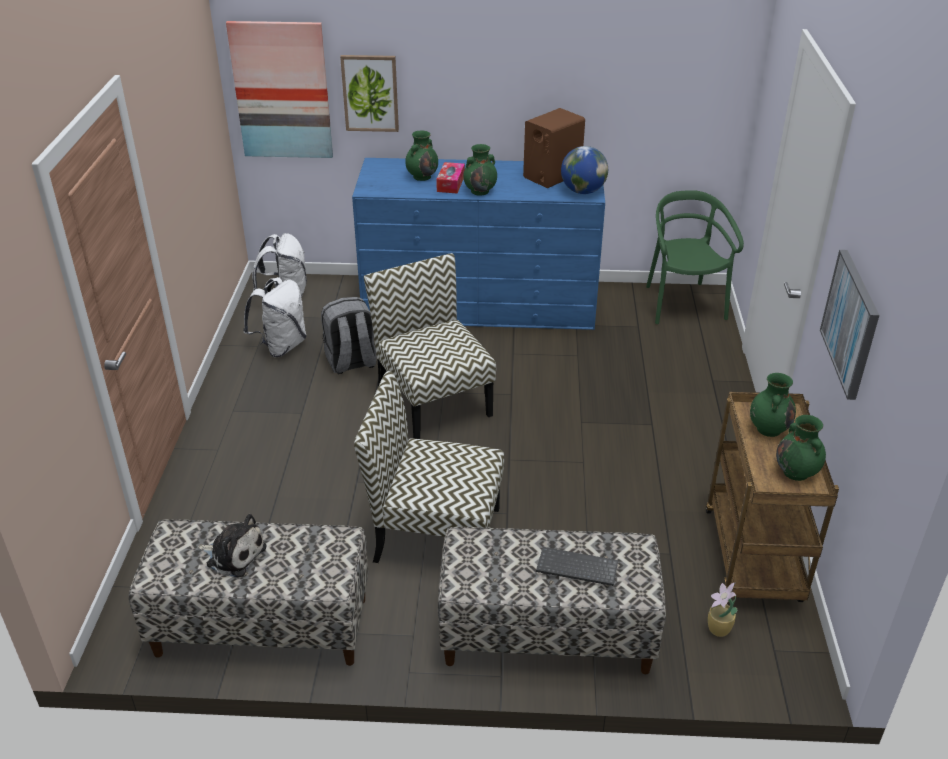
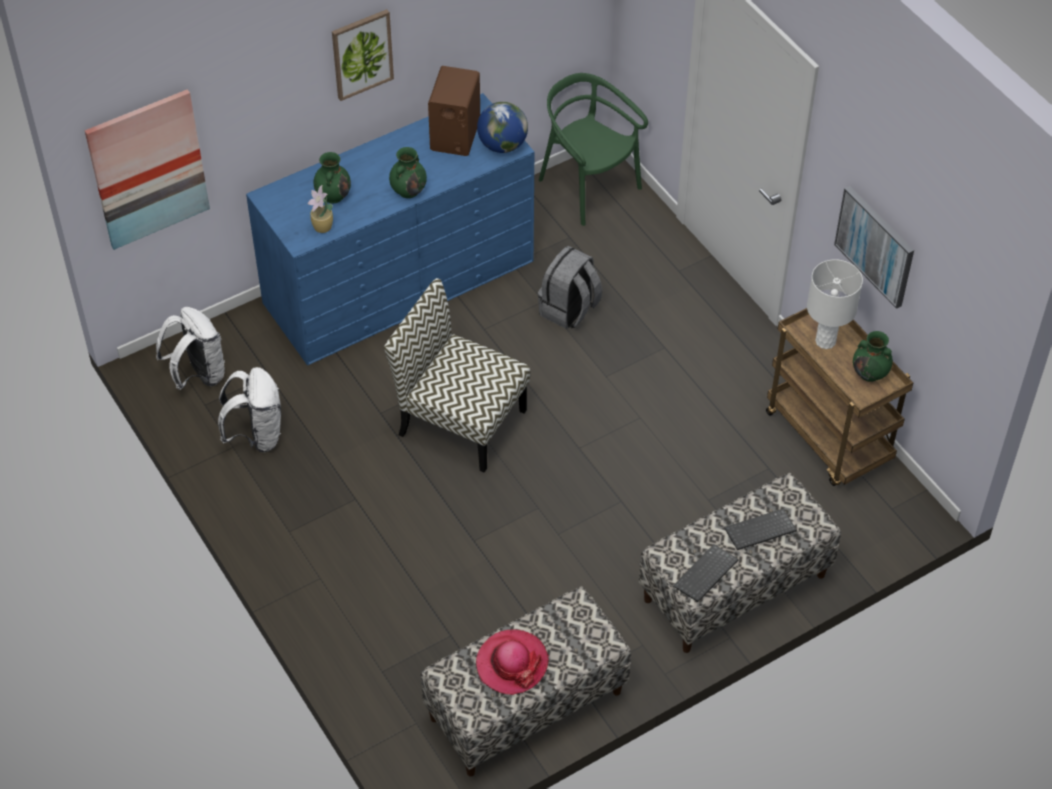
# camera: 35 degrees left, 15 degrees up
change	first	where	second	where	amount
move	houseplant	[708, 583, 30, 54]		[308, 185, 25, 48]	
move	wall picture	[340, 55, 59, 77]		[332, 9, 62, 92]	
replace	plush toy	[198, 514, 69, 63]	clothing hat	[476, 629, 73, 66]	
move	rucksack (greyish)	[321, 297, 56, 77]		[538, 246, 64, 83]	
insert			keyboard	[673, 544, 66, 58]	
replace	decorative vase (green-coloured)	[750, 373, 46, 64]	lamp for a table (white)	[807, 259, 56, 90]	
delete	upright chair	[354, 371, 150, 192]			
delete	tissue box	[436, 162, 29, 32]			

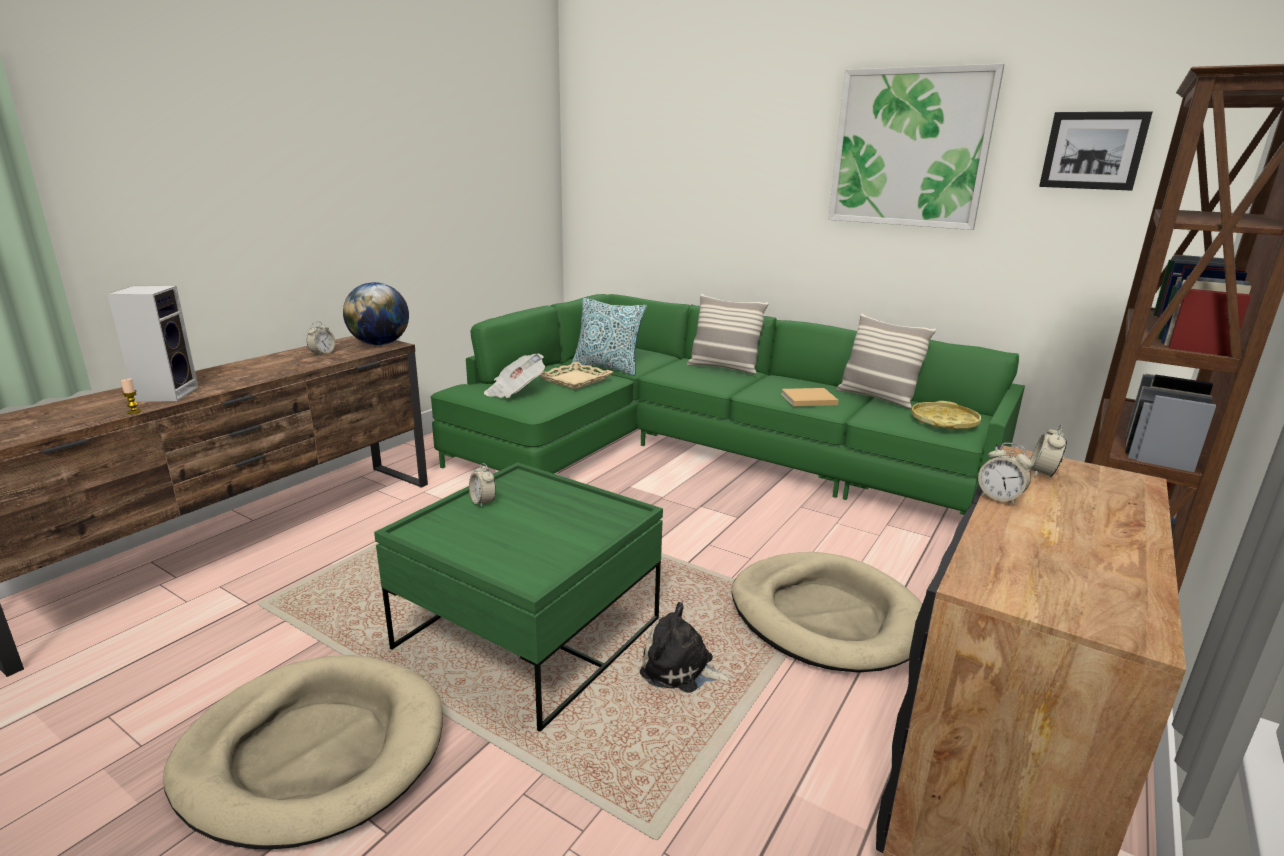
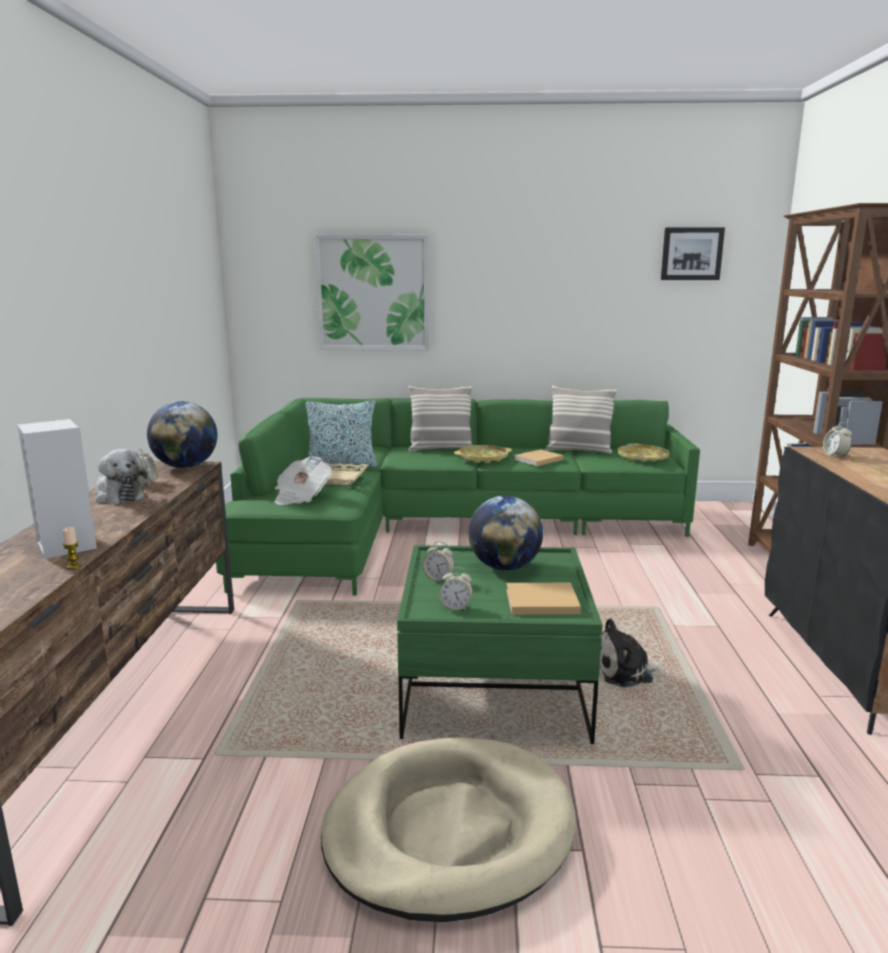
# camera: 30 degrees left, 5 degrees down
change	first	where	second	where	amount
insert			plush toy	[95, 449, 52, 55]	
move	wall picture	[828, 63, 177, 167]		[314, 234, 115, 116]	
move	bedside clock	[978, 443, 55, 62]		[439, 567, 34, 43]	
insert			serving tray (yellow)	[454, 445, 58, 18]	
insert			globe	[468, 496, 75, 75]	
insert			book (beige)	[506, 583, 75, 32]	
delete	dog cushion (beige)	[732, 552, 191, 120]			

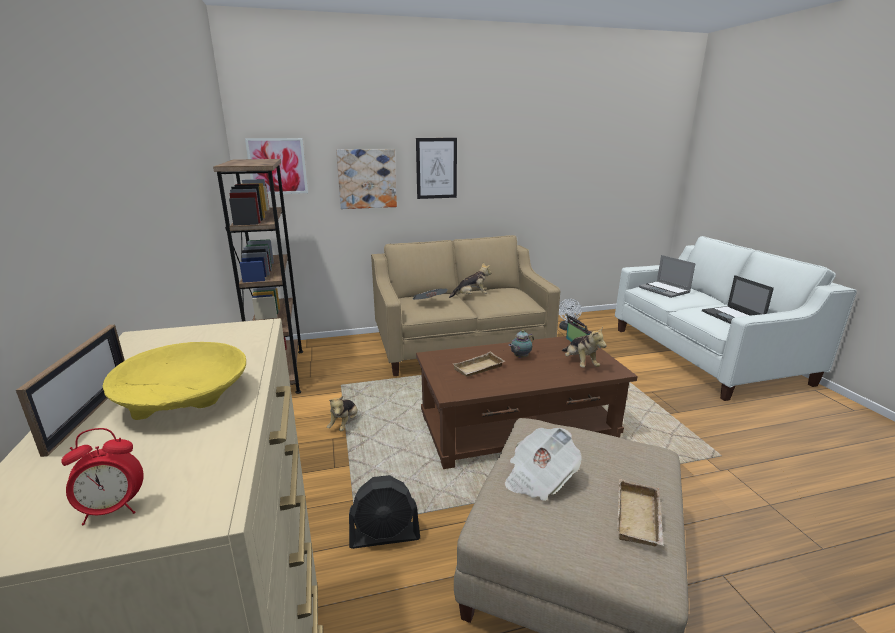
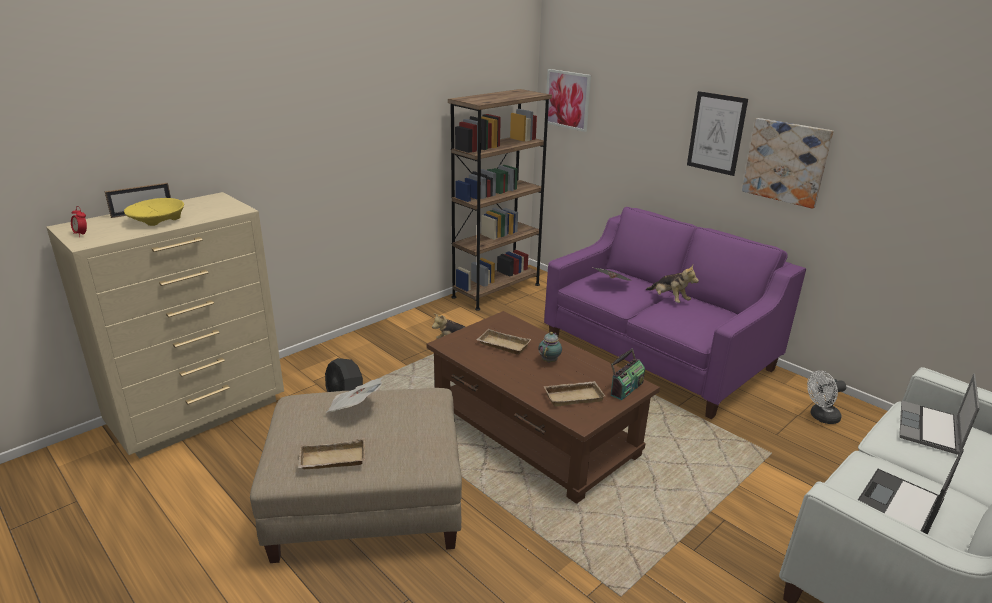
# camera: 60 degrees right, 5 degrees up
change	first	where	second	where	amount
rotate	pot for tea	[509, 330, 25, 28]		[538, 332, 24, 31]	90 degrees clockwise
replace	plush toy	[562, 327, 45, 41]	serving tray (beige)	[543, 381, 62, 26]	
recolor	couch (beige)	[371, 235, 189, 141]	couch (purple-coloured)	[544, 207, 262, 212]	
move	wall picture	[336, 149, 61, 60]		[742, 118, 92, 91]	

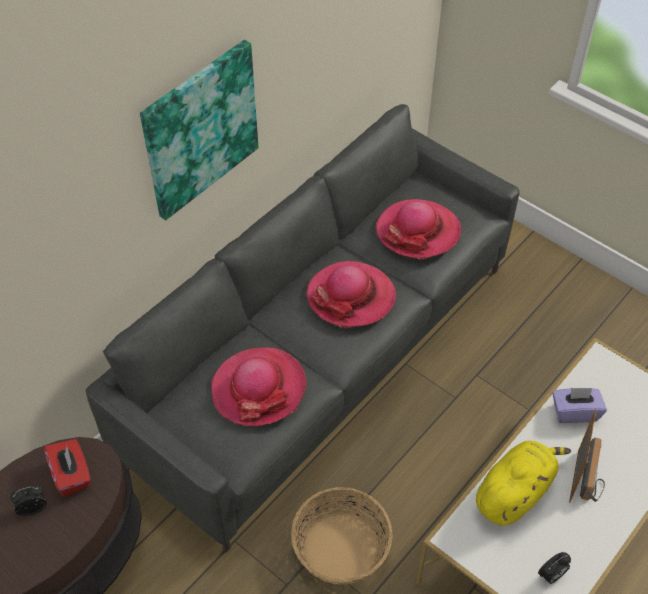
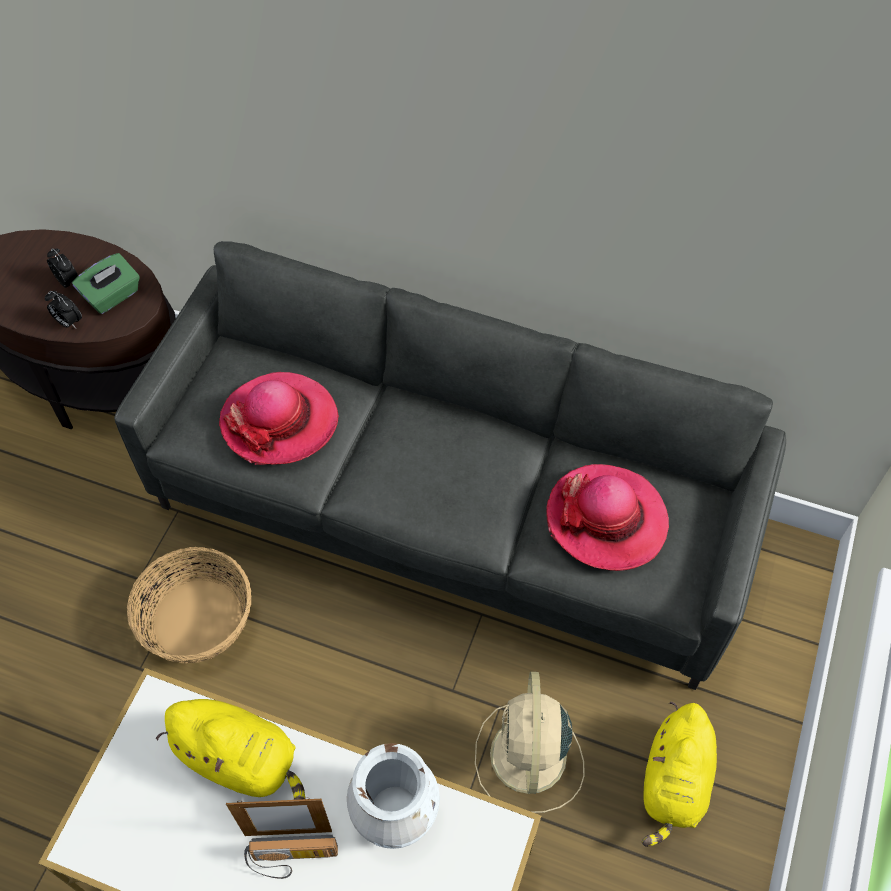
# camera: 70 degrees right, 5 degrees up
change	first	where	second	where	amount
move	bedside clock	[538, 552, 33, 32]		[45, 291, 37, 38]	
recolor	tissue box (red-coloured)	[44, 439, 47, 57]	tissue box (green-coloured)	[72, 253, 68, 61]	
replace	tissue box (purple-coloured)	[552, 388, 55, 35]	decorative vase (white)	[347, 743, 93, 106]	
insert			fan (beige)	[475, 672, 110, 141]	
insert			plush toy (yellow)	[642, 702, 75, 145]	
delete	wall picture	[140, 40, 119, 181]			
delete	clothing hat	[306, 261, 90, 67]			

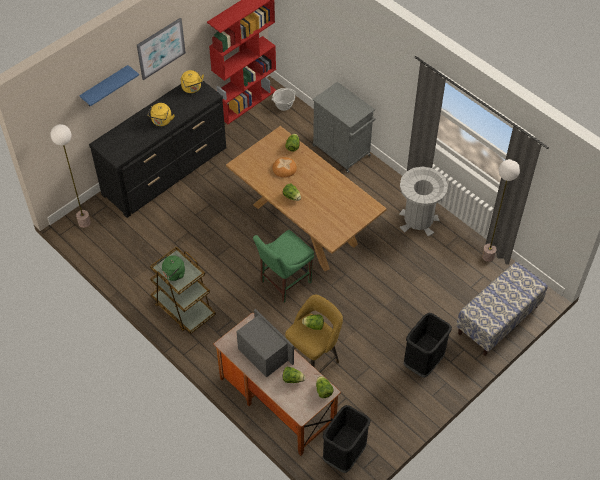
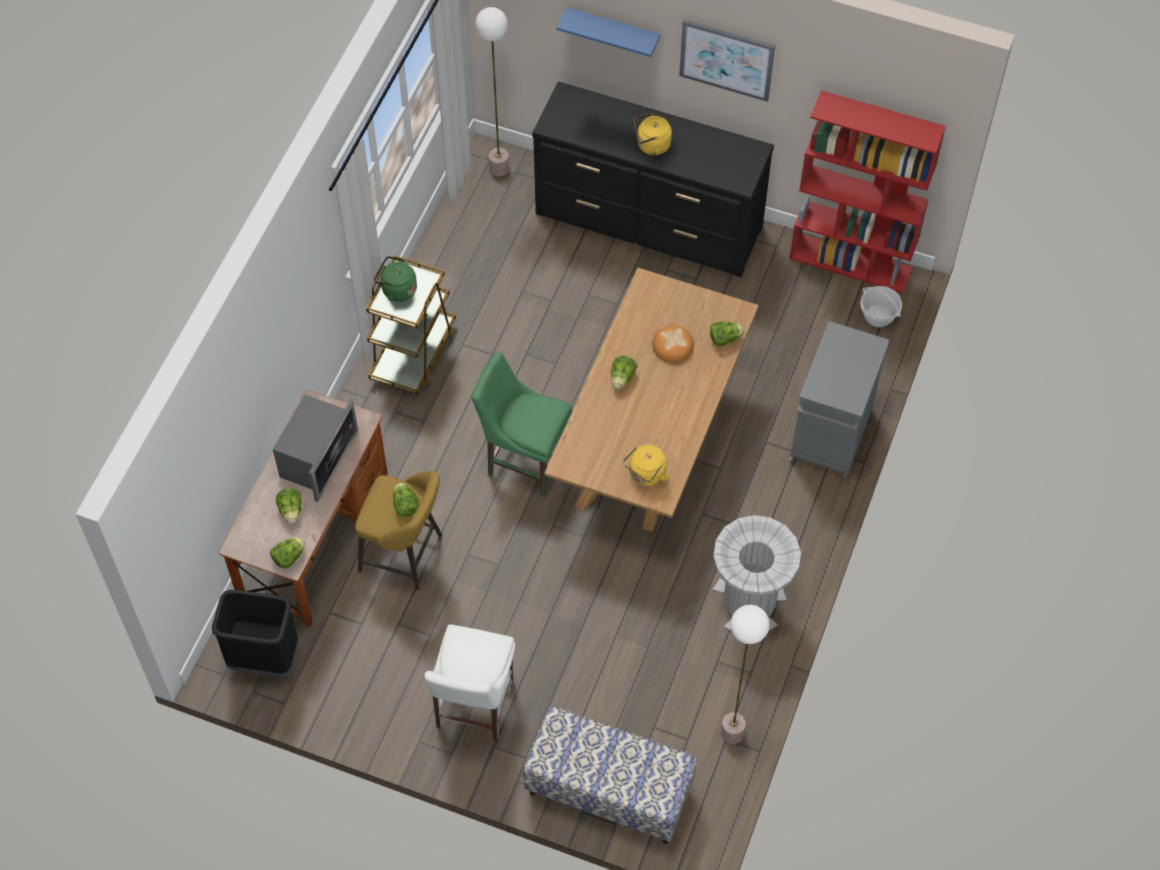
# camera: 65 degrees right, 5 degrees up
change	first	where	second	where	amount
replace	rubbish bin (black)	[404, 313, 48, 65]	upright chair (white)	[424, 624, 91, 117]	
move	kettle (yellow)	[181, 70, 23, 23]		[623, 444, 47, 42]	

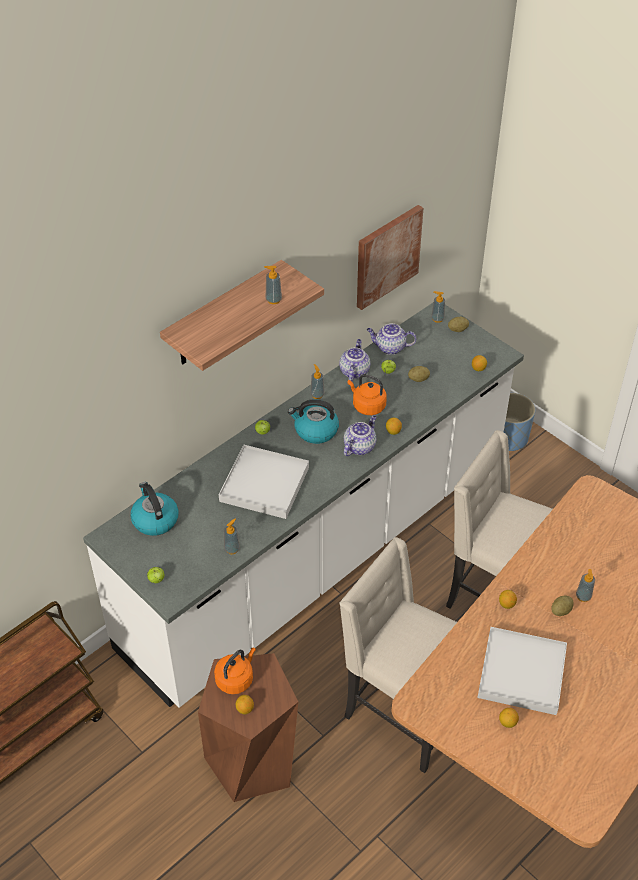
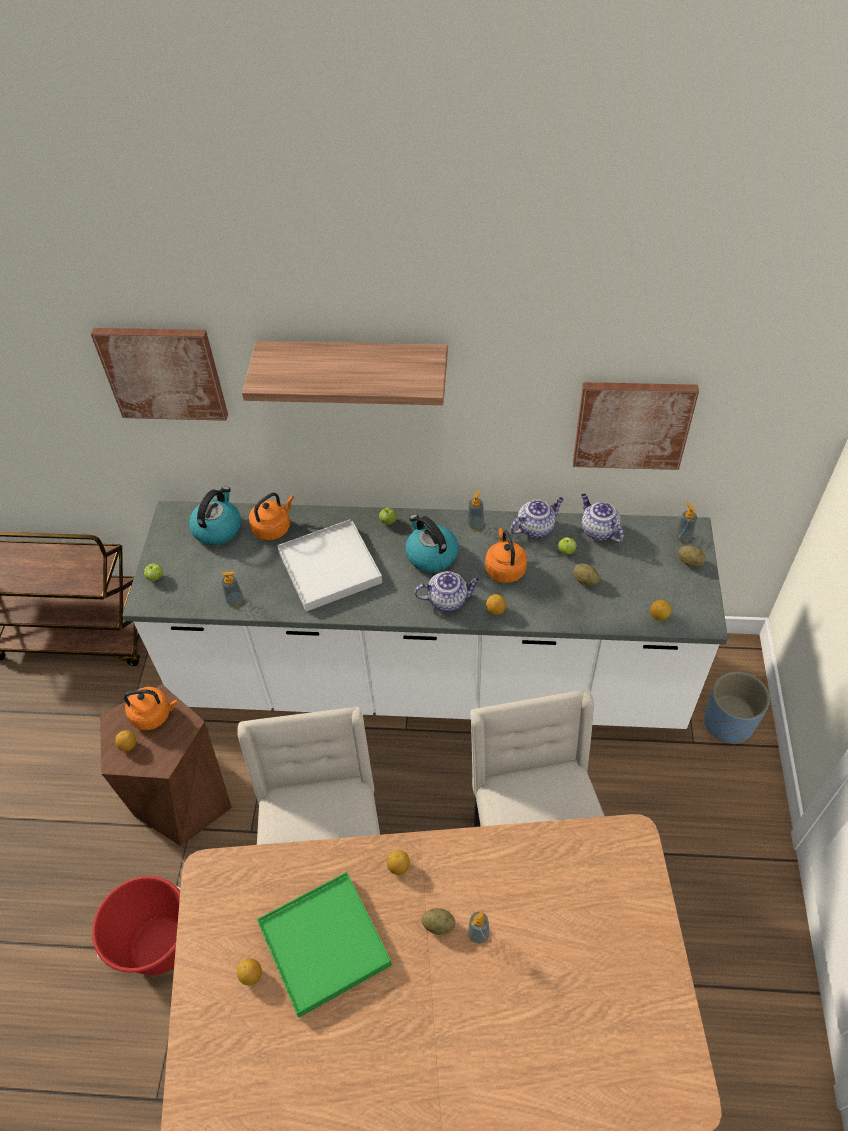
# camera: 50 degrees right, 5 degrees up
change	first	where	second	where	amount
insert			wall picture	[91, 328, 137, 93]	
insert			water bucket (red-coloured)	[92, 876, 89, 99]	
insert			kettle (orange-coloured)	[249, 493, 45, 47]	
recolor	serving tray (white)	[477, 627, 90, 88]	serving tray (green-coloured)	[257, 872, 135, 145]	
delete	liquid soap bottle	[264, 266, 18, 38]			

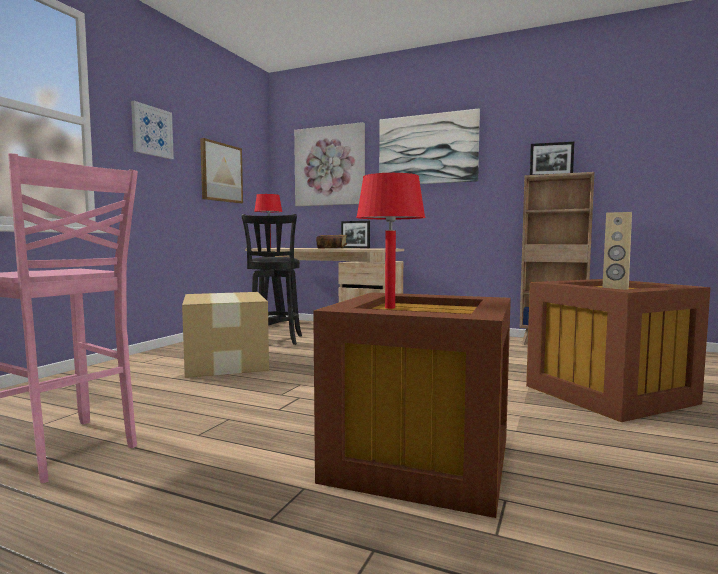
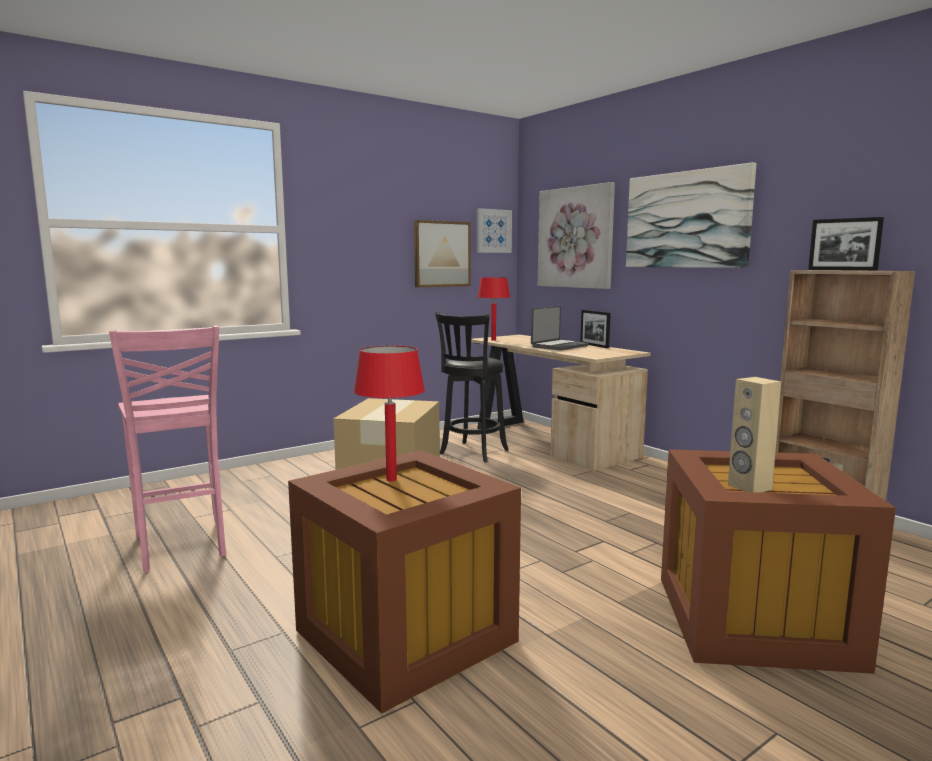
# camera: 30 degrees right, 5 degrees up
change	first	where	second	where	amount
move	wall picture	[131, 101, 43, 58]		[477, 208, 35, 45]	
replace	book	[316, 235, 31, 14]	notebook computer	[531, 306, 58, 45]	

